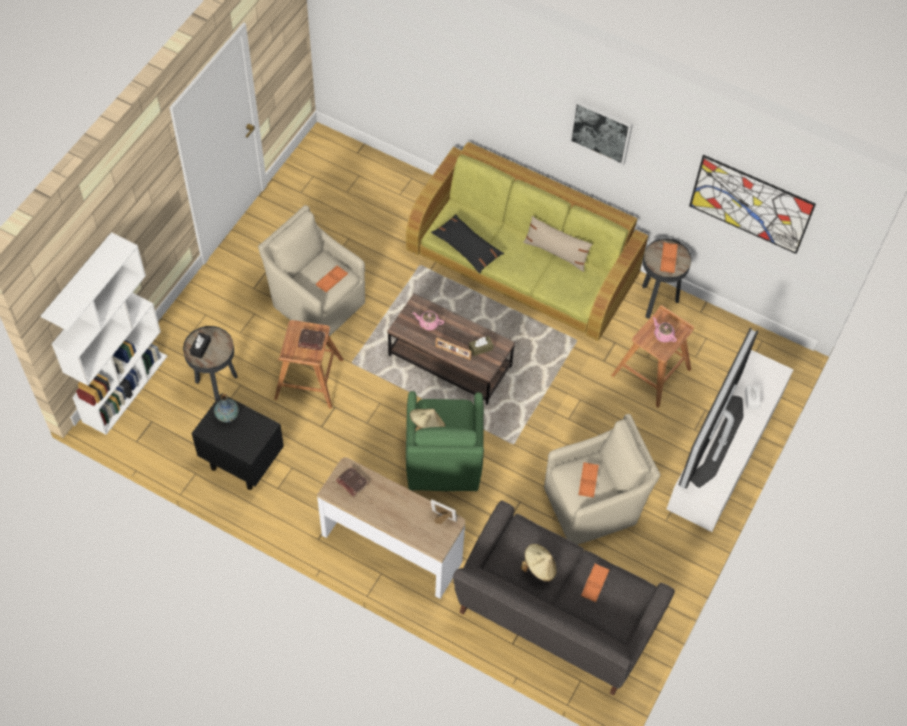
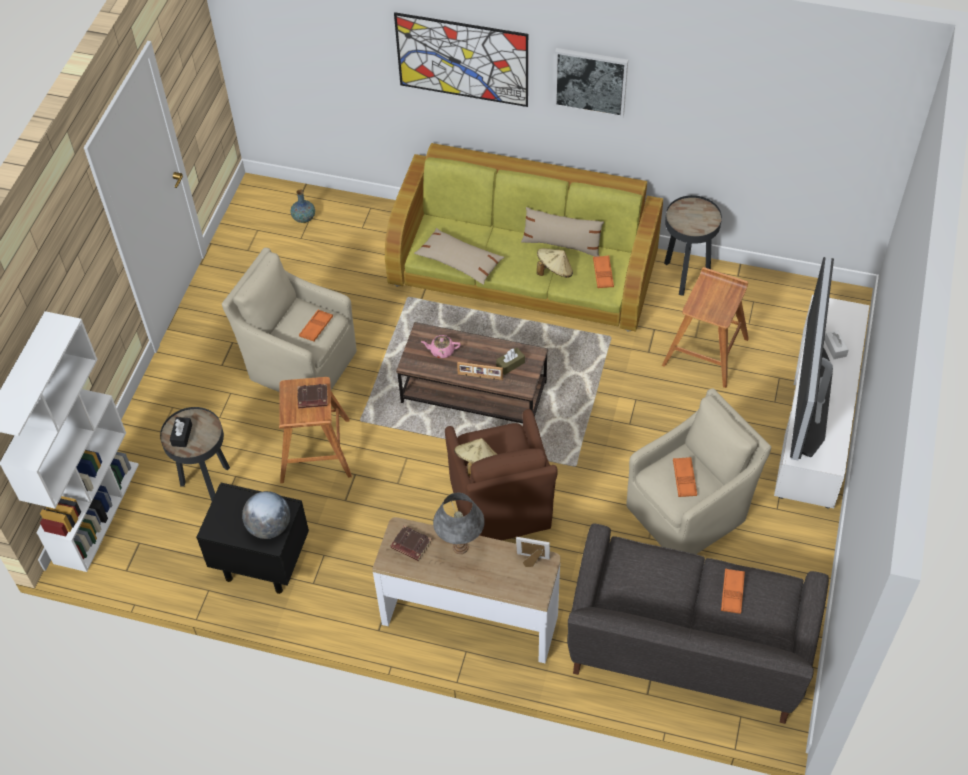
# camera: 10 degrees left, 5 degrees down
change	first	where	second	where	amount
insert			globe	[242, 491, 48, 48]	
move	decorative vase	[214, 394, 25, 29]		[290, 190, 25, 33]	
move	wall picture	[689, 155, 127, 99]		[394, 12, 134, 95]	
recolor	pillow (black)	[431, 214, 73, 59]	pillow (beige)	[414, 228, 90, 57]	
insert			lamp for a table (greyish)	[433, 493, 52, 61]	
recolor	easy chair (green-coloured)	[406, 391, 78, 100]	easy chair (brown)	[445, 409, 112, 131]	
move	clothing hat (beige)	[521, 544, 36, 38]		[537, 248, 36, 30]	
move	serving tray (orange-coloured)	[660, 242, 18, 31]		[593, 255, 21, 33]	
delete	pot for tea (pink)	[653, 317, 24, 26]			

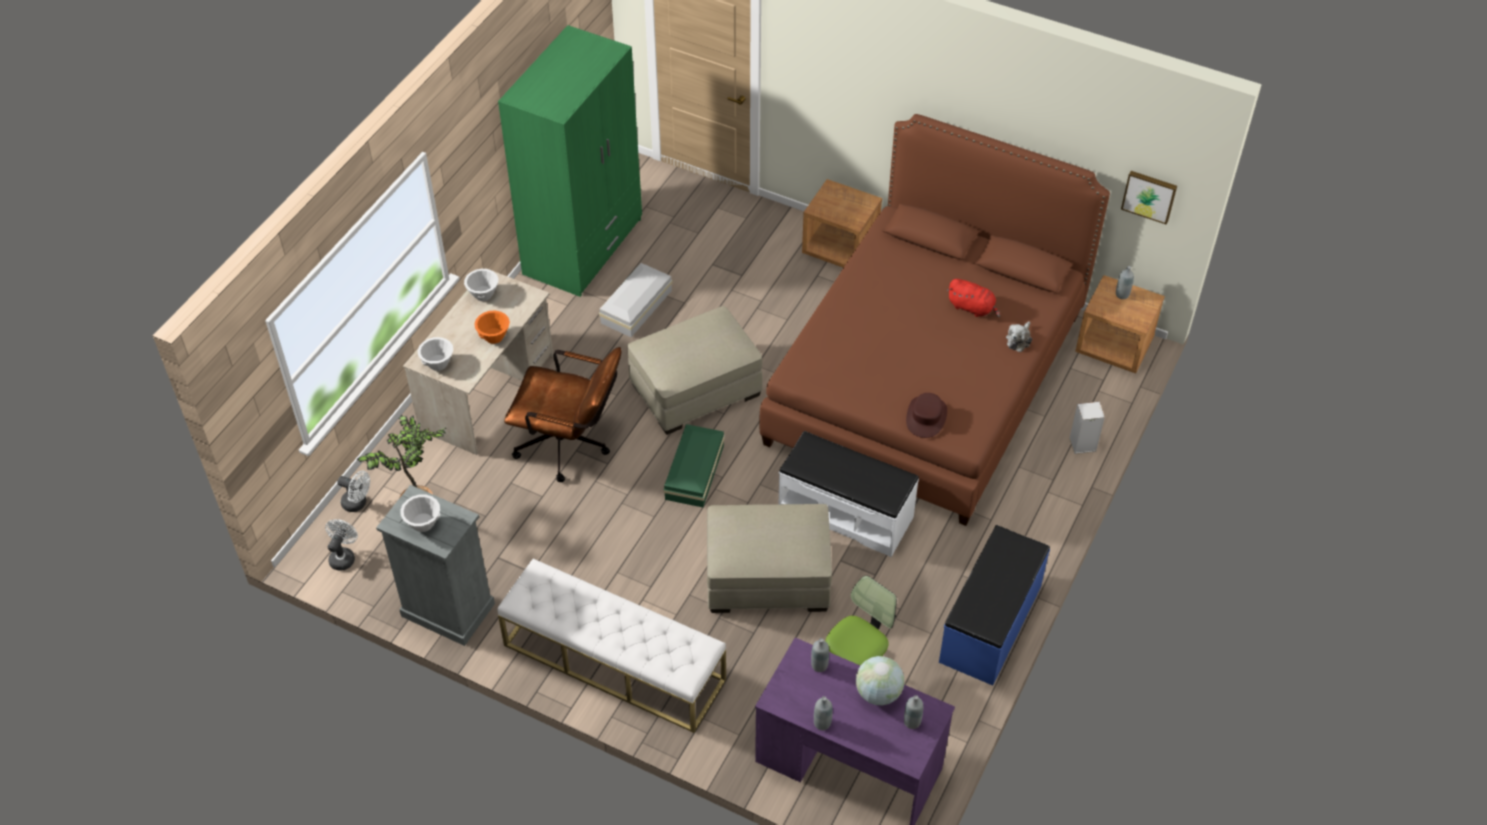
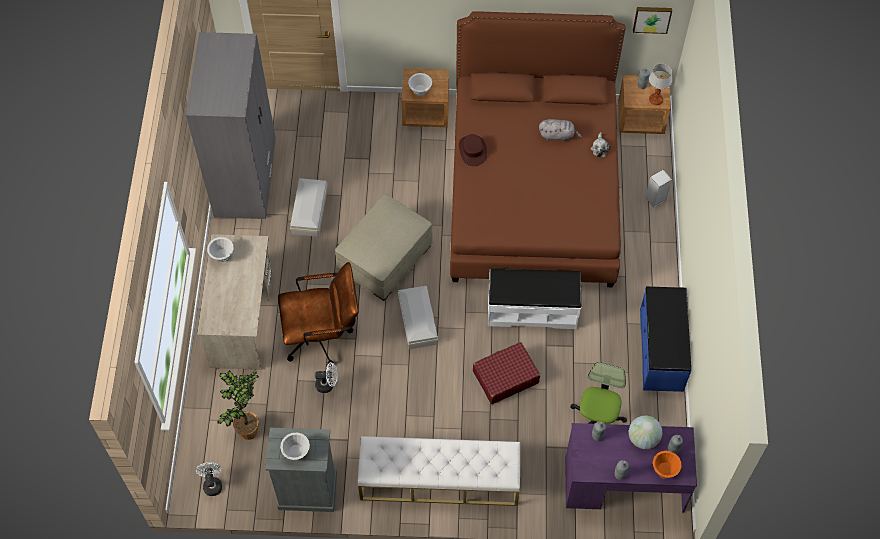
# camera: 25 degrees left, 10 degrees up
change	first	where	second	where	amount
recolor	wardrobe (green-coloured)	[498, 25, 144, 272]	wardrobe (greyish)	[186, 32, 90, 187]	
move	fan (white)	[337, 471, 33, 41]		[315, 362, 23, 31]	
recolor	storage box (green-coloured)	[664, 424, 61, 83]	storage box (white)	[398, 286, 40, 63]	
move	bowl (white)	[418, 337, 35, 34]		[408, 73, 24, 23]	
move	clothing hat (brown)	[906, 393, 41, 45]		[459, 134, 28, 32]	
replace	footrest (beige)	[707, 504, 125, 109]	suitcase (red-coloured)	[473, 342, 67, 62]	
recolor	plush toy (red-coloured)	[947, 279, 53, 38]	plush toy (greyish)	[539, 119, 43, 22]	
insert			lamp for a table	[649, 64, 23, 41]	
move	bowl (orange-coloured)	[474, 311, 36, 33]		[653, 451, 29, 28]	

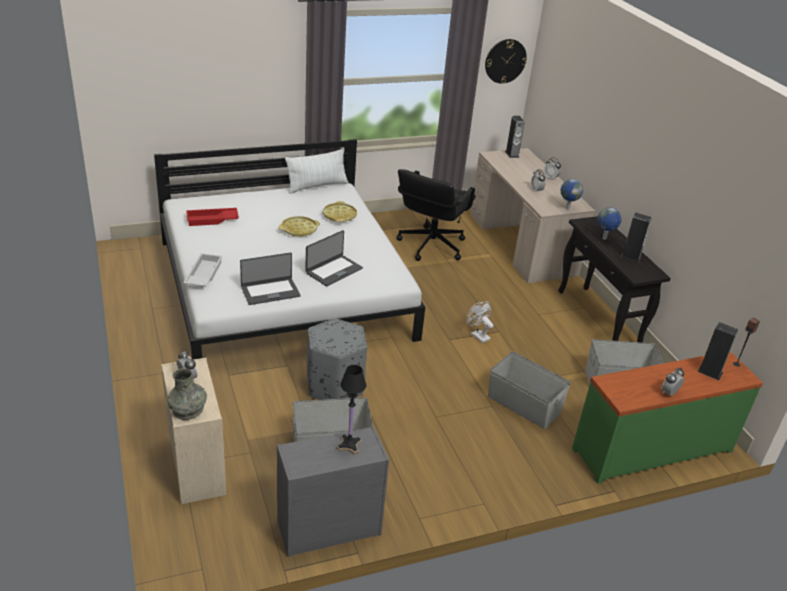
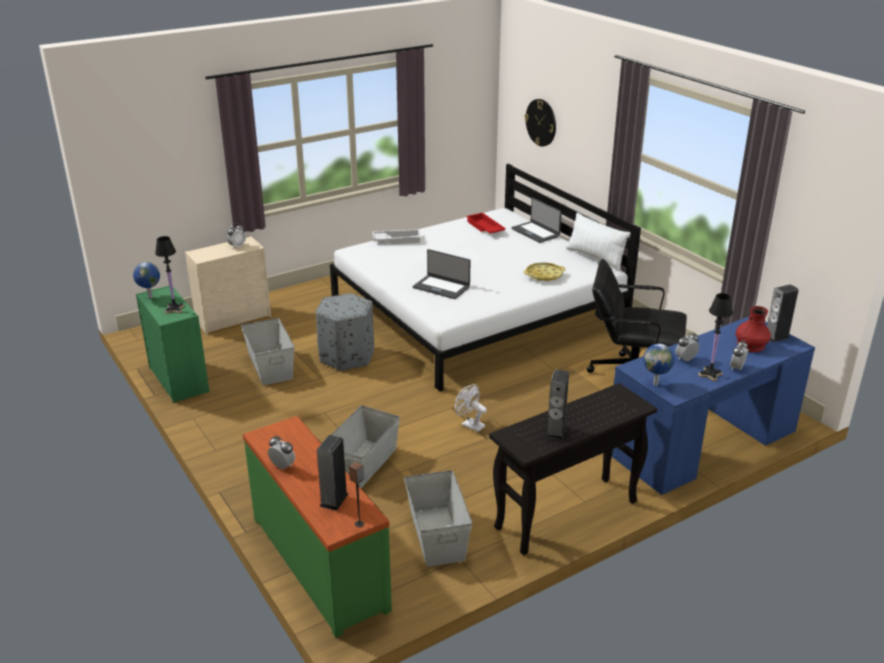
# camera: 80 degrees right, 5 degrees down
change	first	where	second	where	amount
move	globe	[597, 207, 25, 33]		[133, 262, 27, 36]	
recolor	chest of drawers (greyish)	[277, 426, 112, 131]	chest of drawers (green-coloured)	[136, 286, 74, 117]	
rotate	fan (white)	[466, 301, 27, 42]		[455, 384, 32, 48]	90 degrees counterclockwise
move	notebook computer	[240, 253, 61, 52]		[511, 198, 51, 45]	
move	clock on the wall	[485, 39, 42, 45]		[524, 99, 32, 48]	
recolor	desk table (beige)	[470, 148, 125, 135]	desk table (bluish)	[612, 316, 203, 179]	
insert			lamp for a table (black)	[698, 293, 35, 88]	
insert			decorative vase (red-coloured)	[736, 306, 35, 46]	
delete	decorative vase (greyish)	[168, 368, 39, 52]			
delete	serving tray (yellow)	[278, 216, 42, 21]			

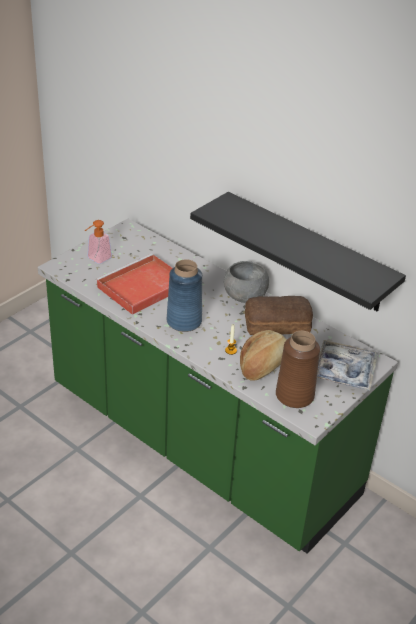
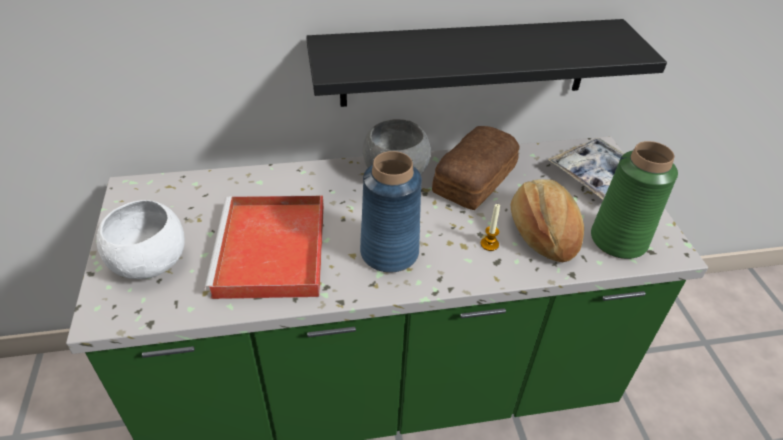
# camera: 50 degrees left, 5 degrees up
change	first	where	second	where	amount
replace	liquid soap bottle	[85, 220, 27, 44]	bowl (white)	[96, 200, 89, 79]	
recolor	decorative vase (brown)	[276, 331, 44, 77]	decorative vase (green-coloured)	[591, 141, 87, 118]	

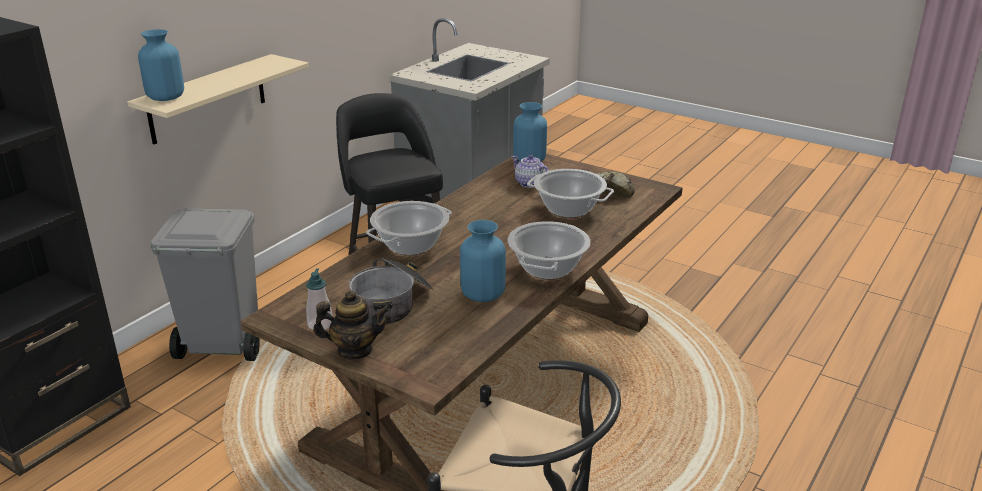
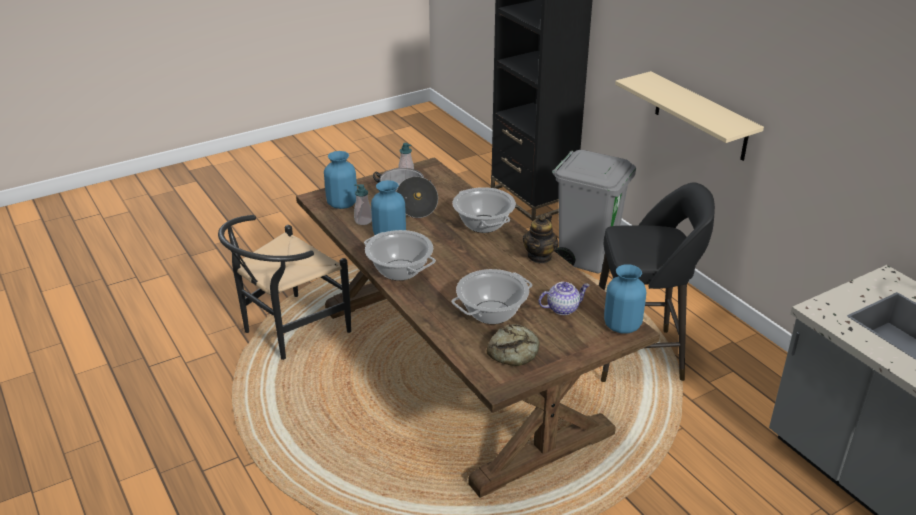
# camera: 115 degrees right, 5 degrees up
change	first	where	second	where	amount
move	decorative vase (bluish)	[138, 29, 46, 72]		[324, 151, 33, 58]	
insert			liquid soap bottle	[354, 184, 18, 41]	
move	pot for tea	[313, 290, 77, 70]		[523, 213, 36, 50]	

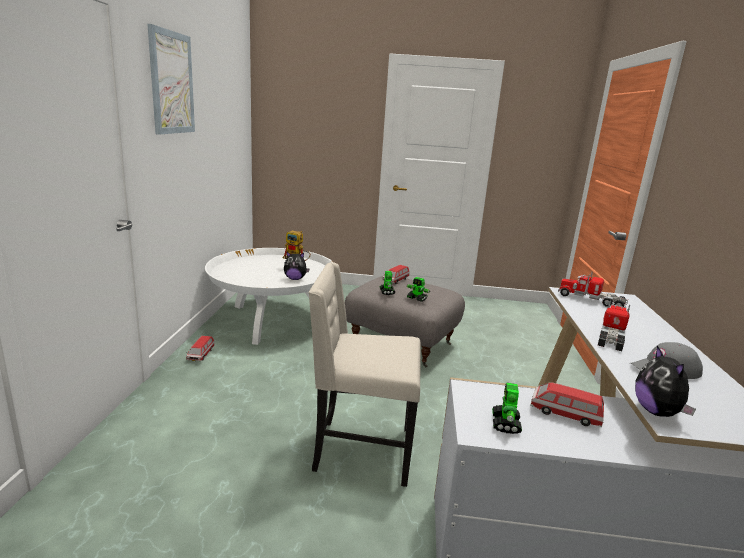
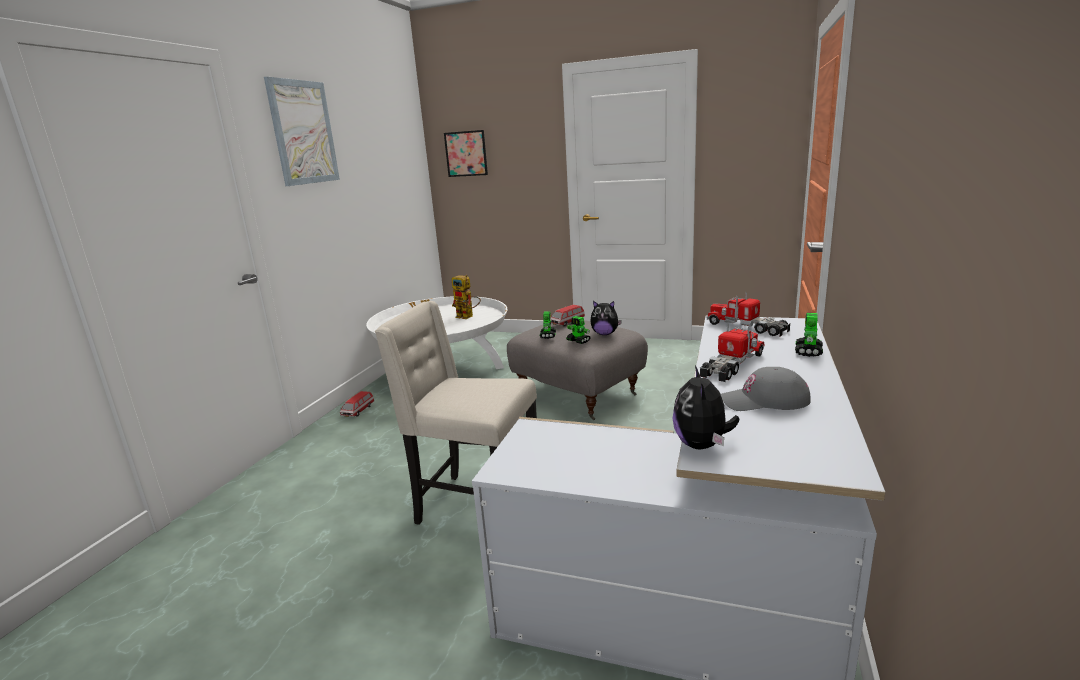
# camera: 15 degrees right, 0 degrees up
change	first	where	second	where	amount
insert			wall picture	[444, 130, 44, 47]	
move	plush toy	[284, 252, 26, 28]		[590, 301, 32, 34]	
move	robot figure	[492, 383, 30, 51]		[795, 313, 28, 44]	
delete	toy car	[530, 382, 74, 45]			

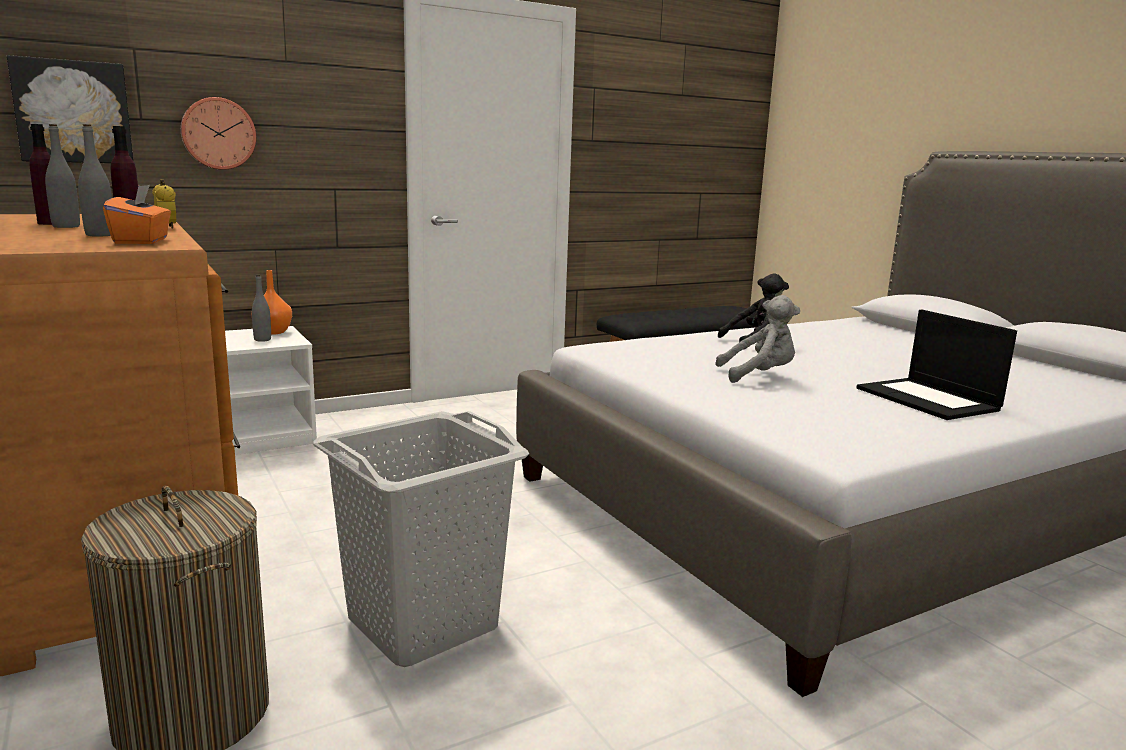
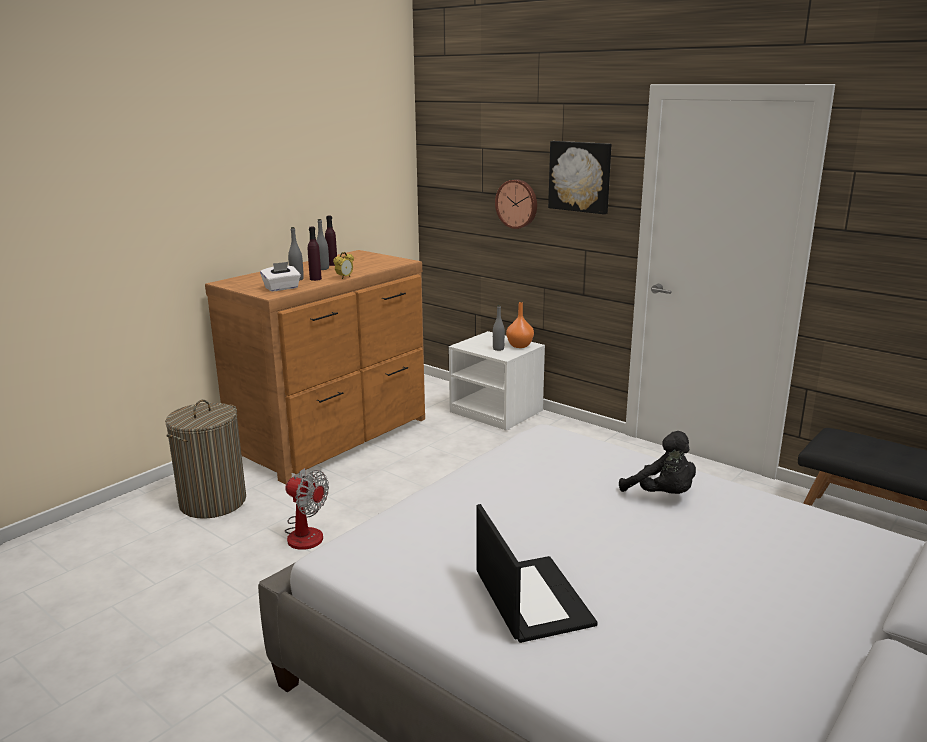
# camera: 70 degrees right, 5 degrees up
change	first	where	second	where	amount
recolor	tissue box (orange-coloured)	[103, 185, 68, 59]	tissue box (white)	[260, 262, 41, 30]	
replace	laundry basket (greyish)	[313, 411, 216, 256]	fan	[285, 468, 44, 82]	
rotate	notebook computer	[856, 310, 161, 110]		[476, 504, 121, 139]	120 degrees clockwise
move	wall picture	[7, 55, 126, 108]		[548, 141, 63, 73]	
delete	plush toy (greyish)	[715, 295, 85, 88]			

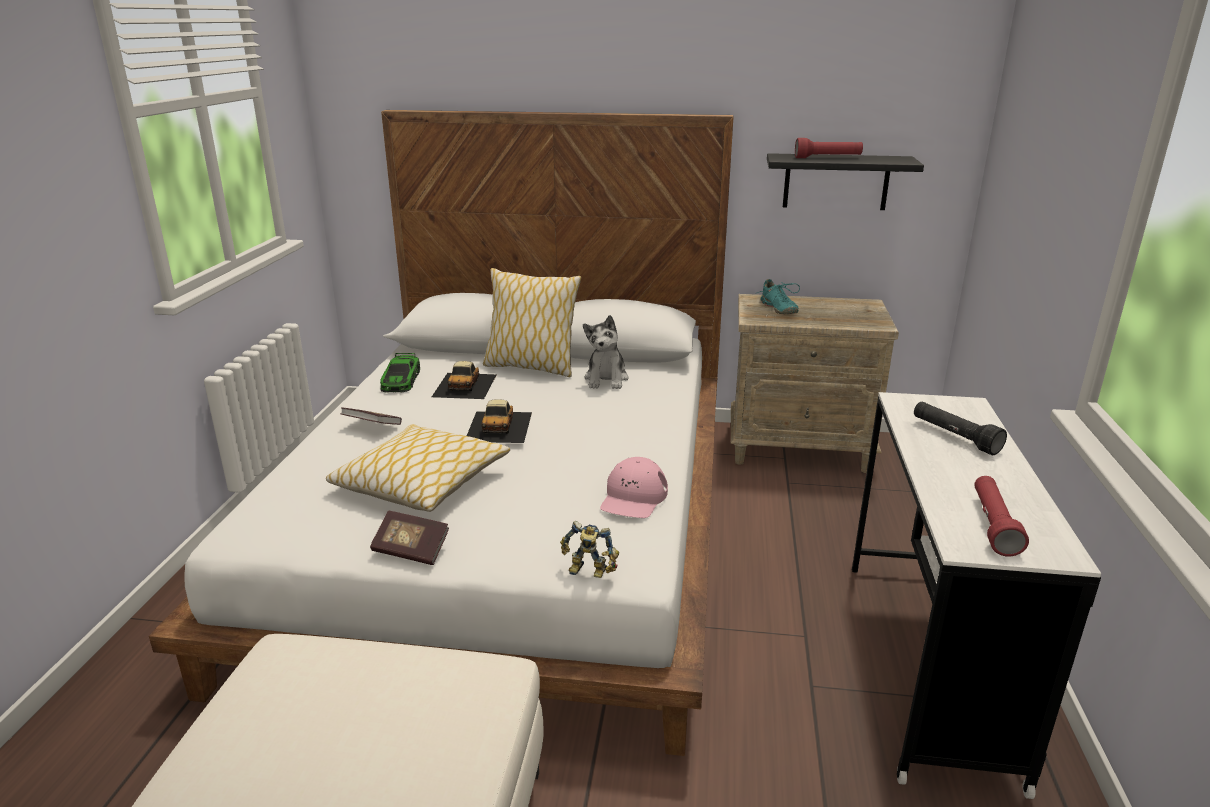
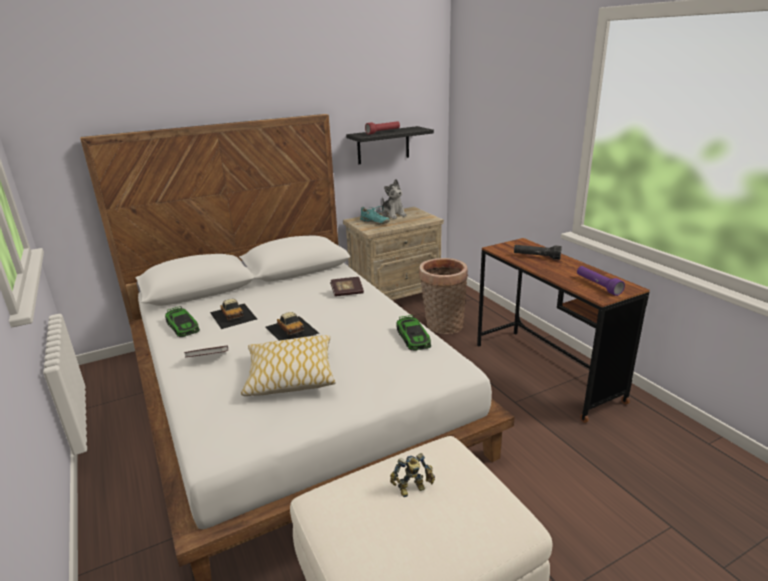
# camera: 35 degrees left, 0 degrees up
change	first	where	second	where	amount
move	book	[370, 510, 79, 55]		[330, 277, 34, 20]	
move	plush toy	[583, 315, 45, 74]		[381, 179, 26, 40]	
move	robot figure	[560, 521, 59, 57]		[390, 453, 45, 44]	
replace	peaked cap (pink)	[600, 457, 68, 61]	toy car	[396, 315, 35, 36]	
insert			basket	[419, 258, 49, 76]	
recolor	desk table (white)	[852, 392, 249, 407]	desk table (brown)	[477, 238, 173, 185]	
recolor	torch (red-coloured)	[974, 476, 55, 81]	torch (purple-coloured)	[577, 266, 48, 30]	
delete	pillow	[483, 268, 98, 109]			

